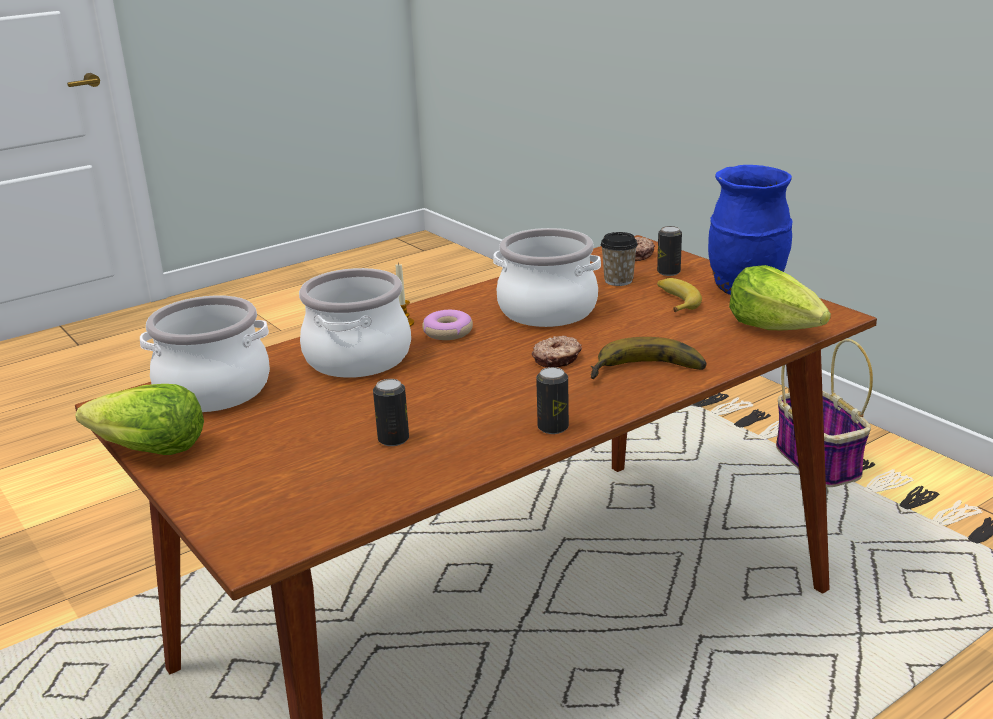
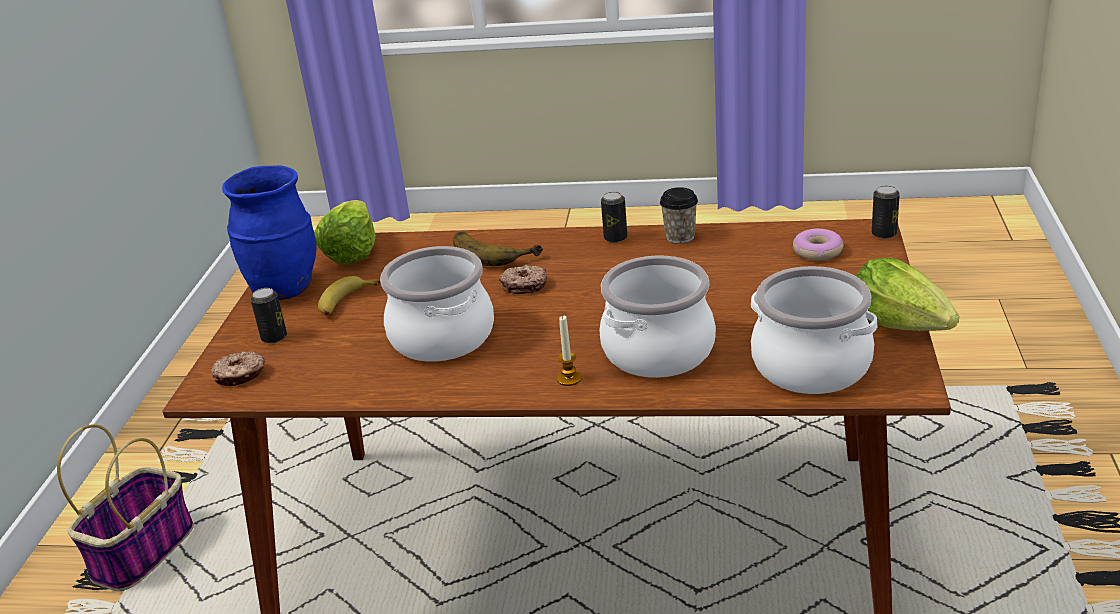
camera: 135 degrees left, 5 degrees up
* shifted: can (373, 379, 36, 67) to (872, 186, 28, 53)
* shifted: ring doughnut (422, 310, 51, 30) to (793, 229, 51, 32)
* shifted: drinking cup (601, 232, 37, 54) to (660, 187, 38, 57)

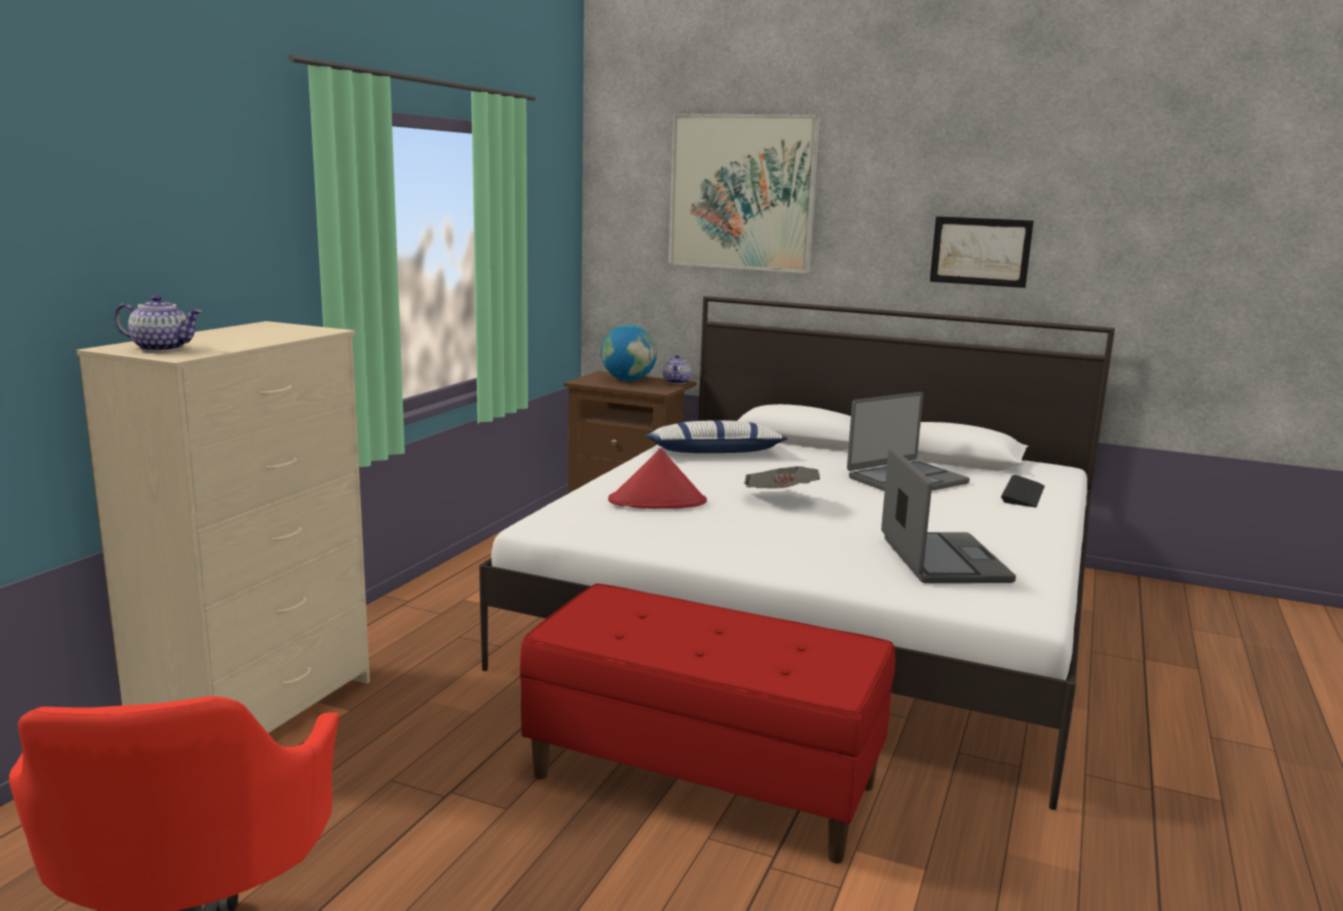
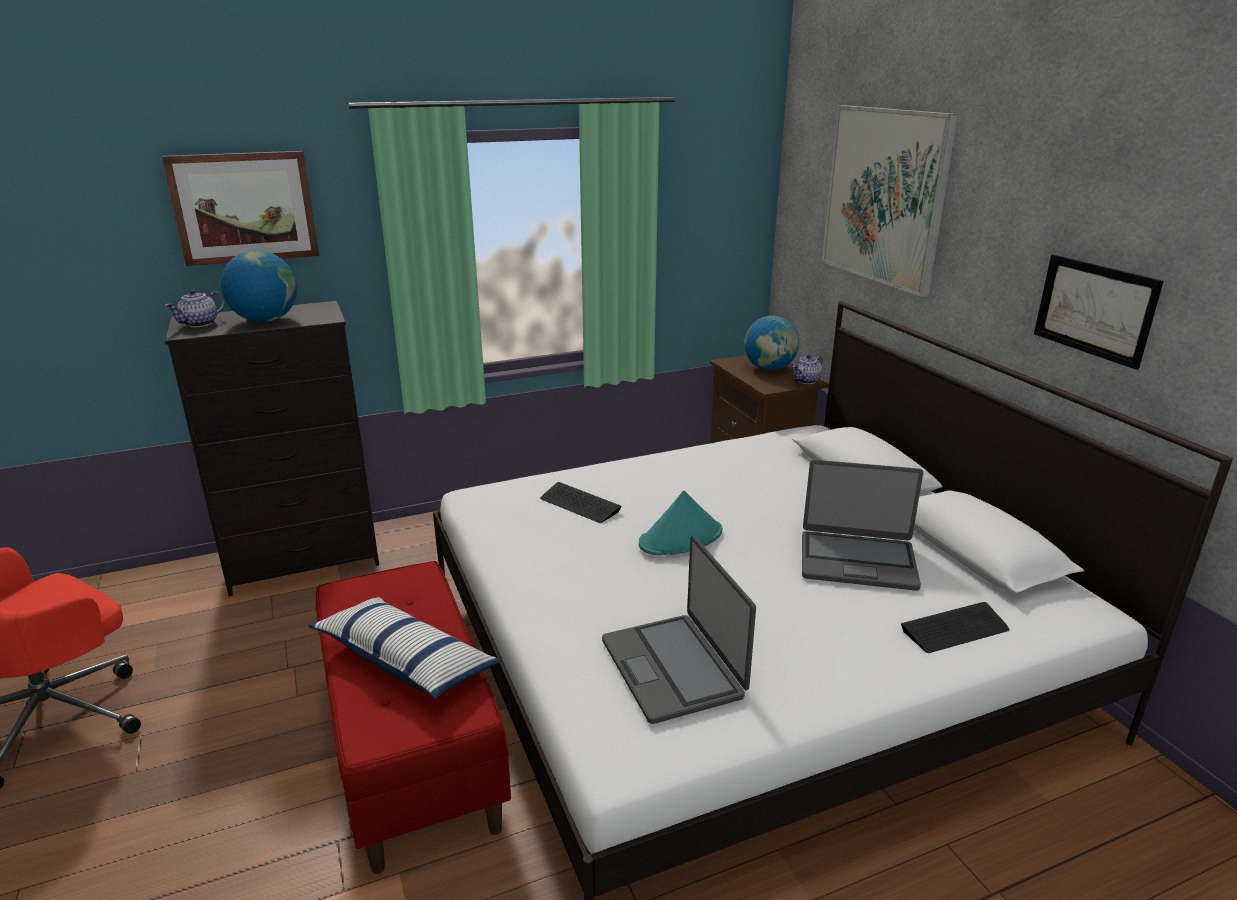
camera: 45 degrees right, 10 degrees up
* repainted: chest of drawers (beige-coloured) (76, 321, 294, 412) to chest of drawers (black-coloured) (165, 301, 214, 295)
* rotated: pot for tea (114, 295, 88, 57) = (165, 289, 60, 38) 75 degrees clockwise
* swapped: hat (reddish) (608, 448, 99, 61) to keyboard (540, 482, 82, 41)
* shifted: throw pillow (646, 420, 142, 33) to (308, 597, 193, 102)
* swapped: newspaper (744, 466, 77, 23) to hat (turquoise-coloured) (639, 491, 83, 64)
* rotated: notebook computer (881, 447, 135, 136) = (602, 535, 154, 189) 120 degrees clockwise
* new: wall picture (162, 151, 157, 115)
* new: world globe (221, 250, 76, 72)

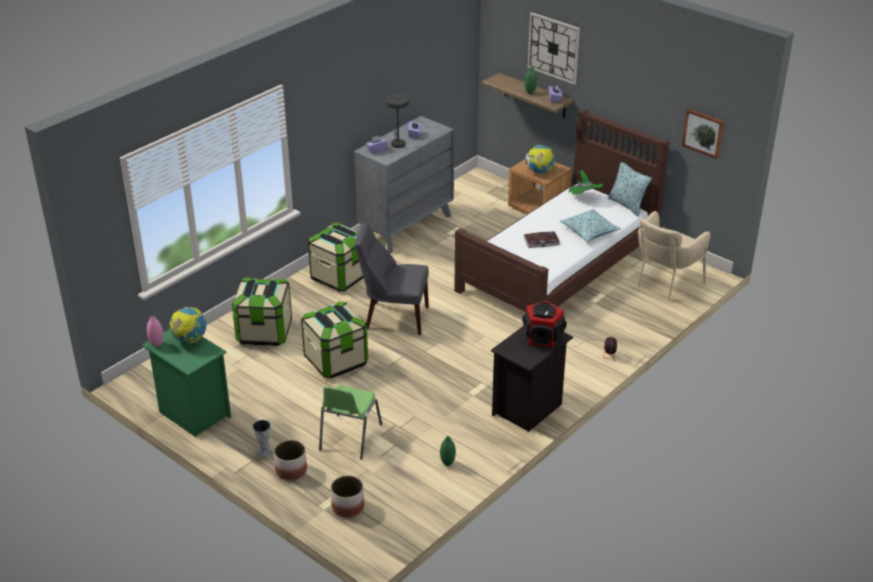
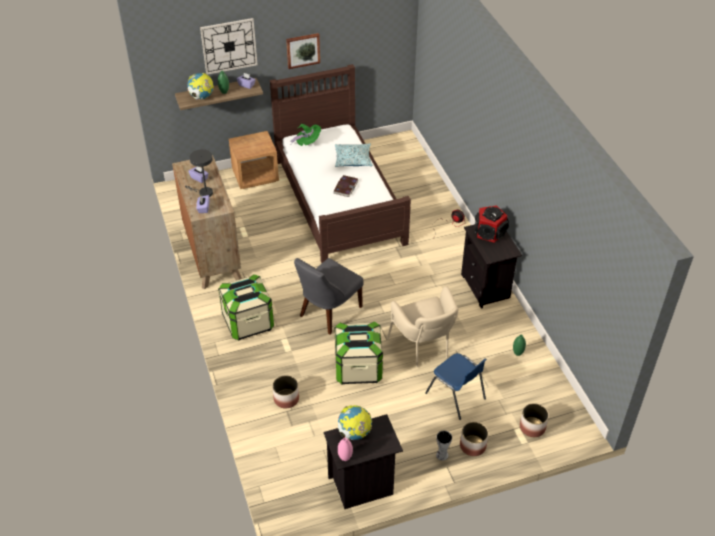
camera: 60 degrees left, 10 degrees up
* repainted: night table (greenish) (142, 329, 89, 107) to night table (black-coloured) (324, 414, 79, 95)
* swapped: storage container (232, 277, 60, 69) to flower pot (273, 375, 26, 34)
* repainted: plain chair (greenish) (319, 385, 63, 75) to plain chair (blue) (425, 353, 62, 67)
* repainted: chest of drawers (greyish) (354, 116, 100, 137) to chest of drawers (brown) (172, 155, 70, 135)
* shifted: world globe (525, 145, 30, 29) to (187, 73, 27, 27)
* gone: throw pillow (608, 162, 44, 54)
* shifted: easy chair (beige-coloured) (638, 211, 72, 89) to (387, 286, 72, 81)
* shifted: wall picture (682, 109, 42, 50) to (286, 33, 34, 36)

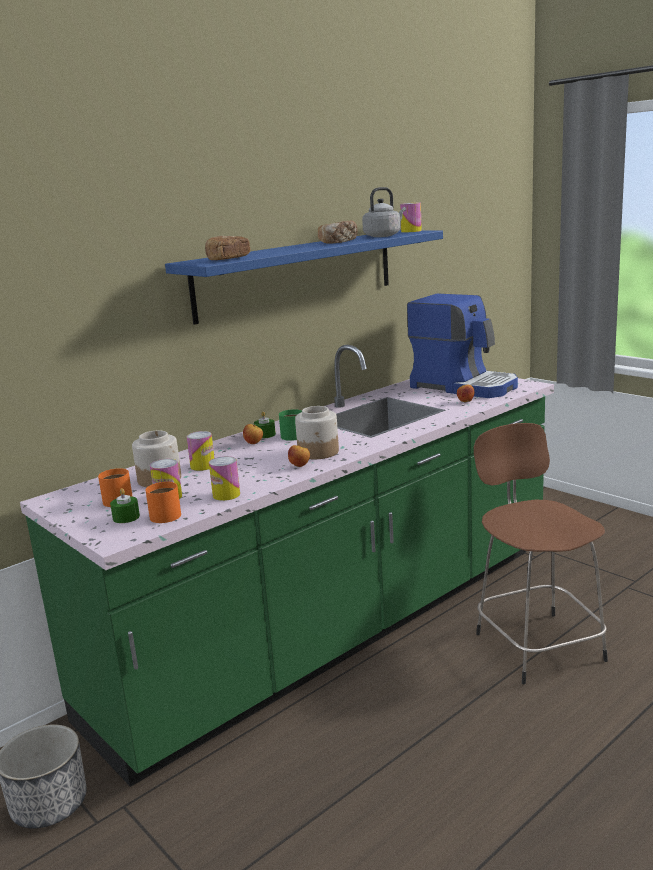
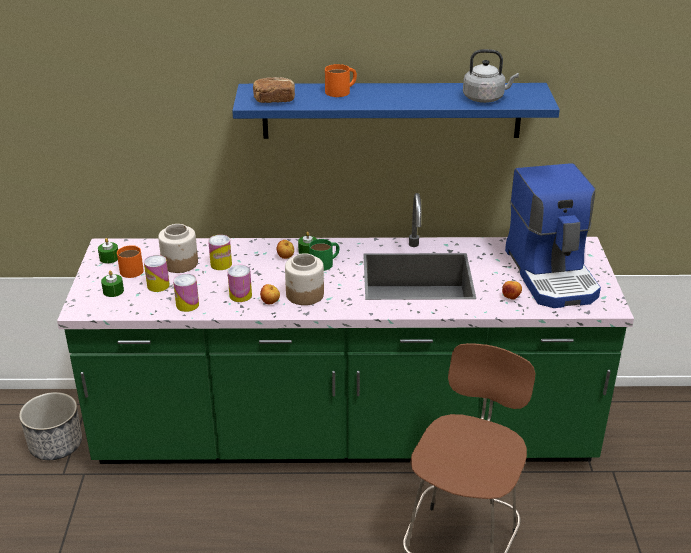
camera: 40 degrees right, 15 degrees up
* shifted: tea mug (orangey) (145, 482, 36, 41) to (325, 64, 32, 33)
* gone: bakery bread (318, 220, 40, 24)
* shifted: can (400, 203, 22, 29) to (228, 265, 24, 37)
* new: candle (greenish) (98, 238, 20, 25)

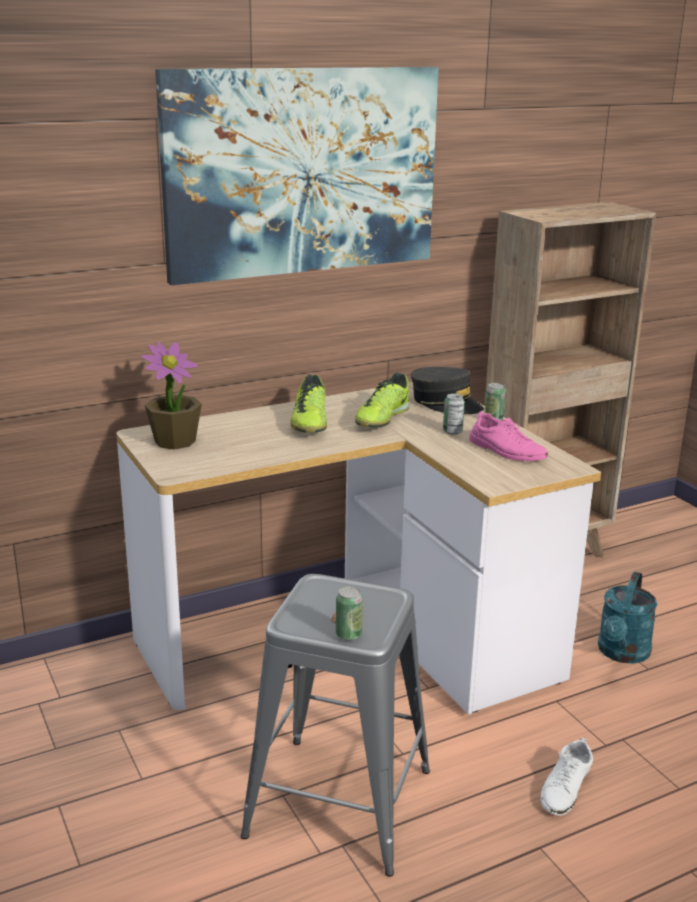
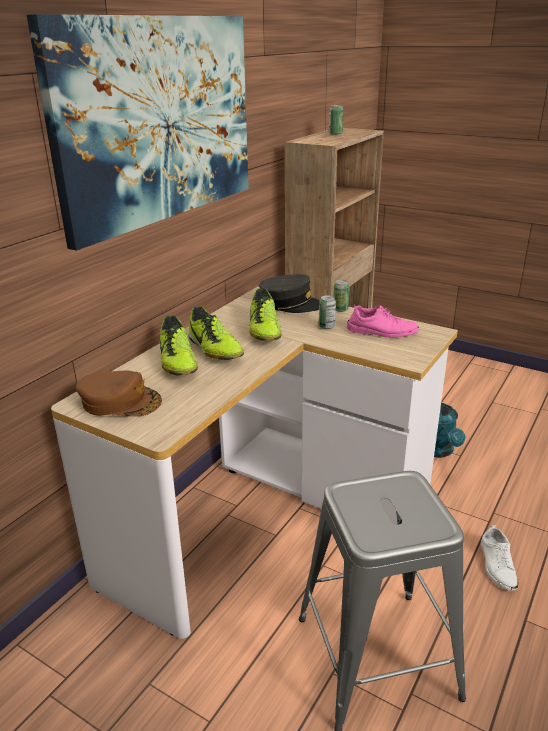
camera: 30 degrees left, 5 degrees up
* swapped: potted plant (142, 342, 60, 107) to peaked cap (brown) (76, 370, 86, 47)
* shifted: can (336, 586, 27, 55) to (329, 105, 14, 30)
* new: low shoe (160, 316, 38, 60)

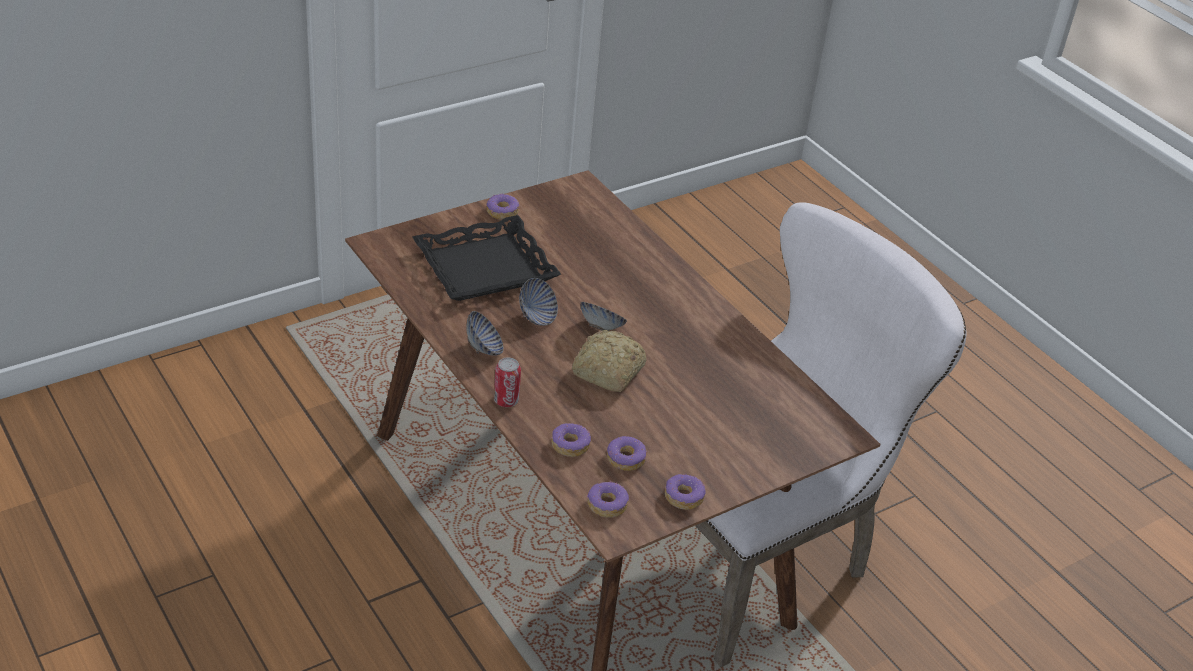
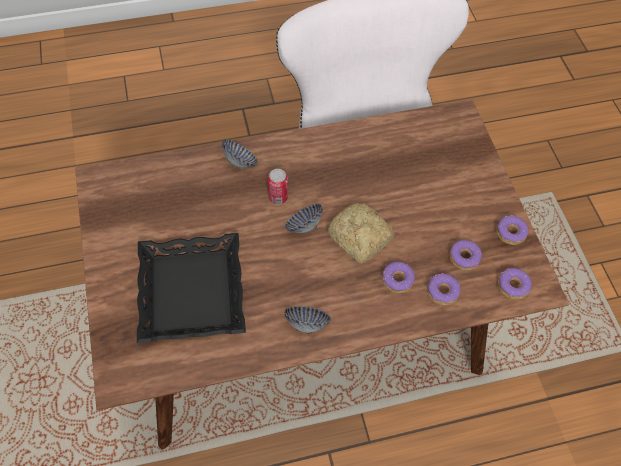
camera: 70 degrees left, 20 degrees up
* shifted: ring doughnut (486, 193, 33, 27) to (382, 262, 33, 31)
* shifted: can (494, 357, 27, 50) to (267, 169, 21, 36)
* shifted: bowl (519, 278, 39, 48) to (222, 139, 36, 30)

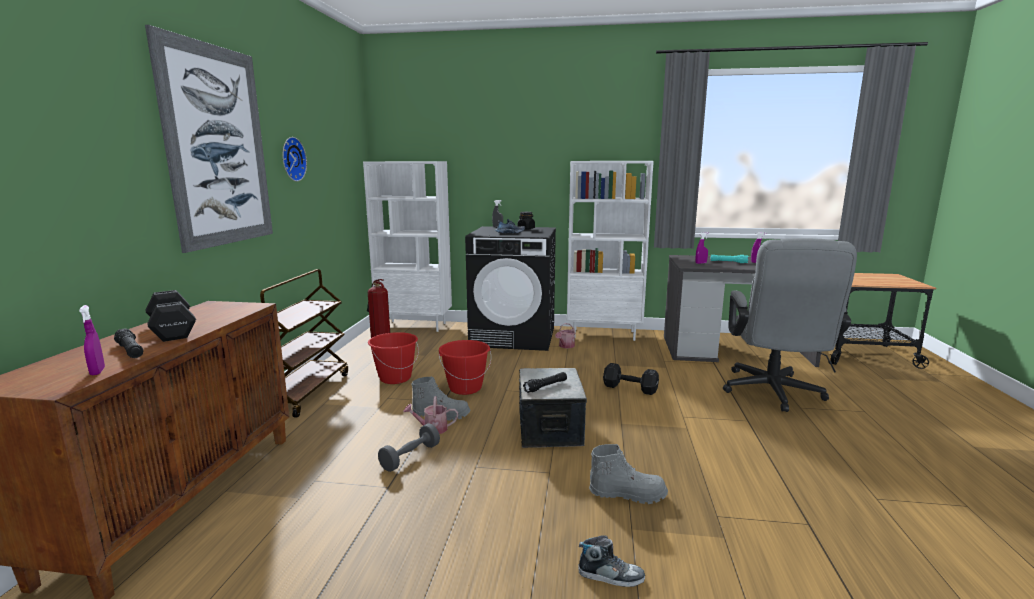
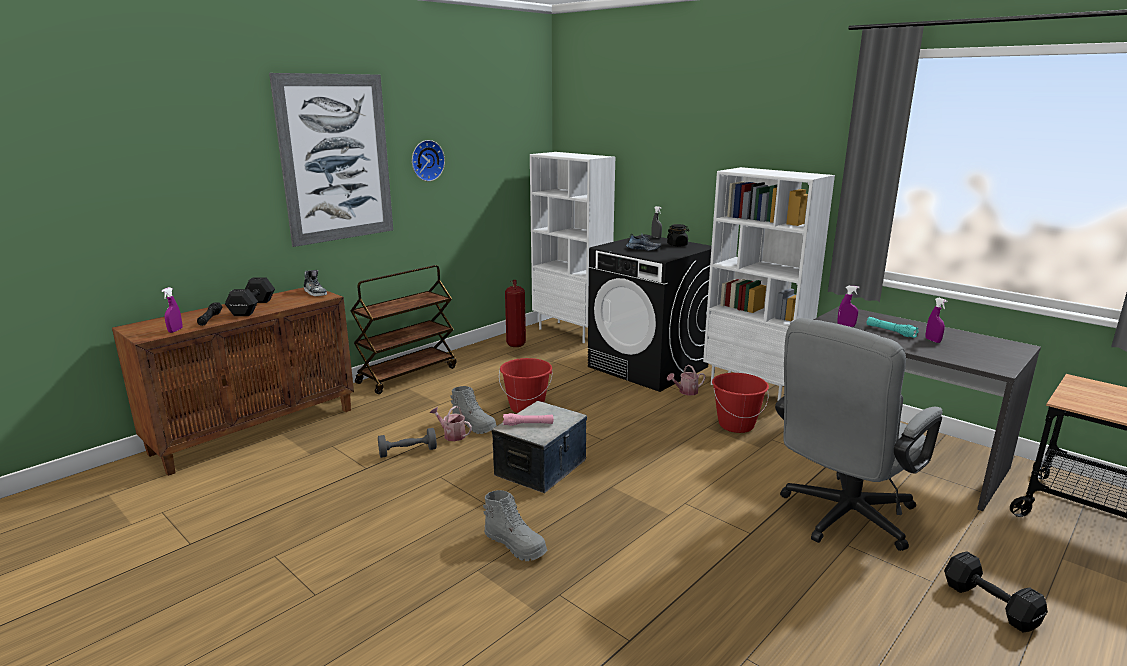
camera: 35 degrees right, 5 degrees up
* shifted: water bucket (reddish) (368, 332, 51, 52) to (712, 373, 57, 60)
* repainted: hand torch (black-coloured) (523, 372, 44, 21) to hand torch (pink-coloured) (503, 413, 51, 13)
* shifted: low shoe (578, 535, 67, 52) to (304, 270, 23, 26)
* shifted: free weight (black-coloured) (603, 363, 56, 32) to (944, 551, 104, 81)

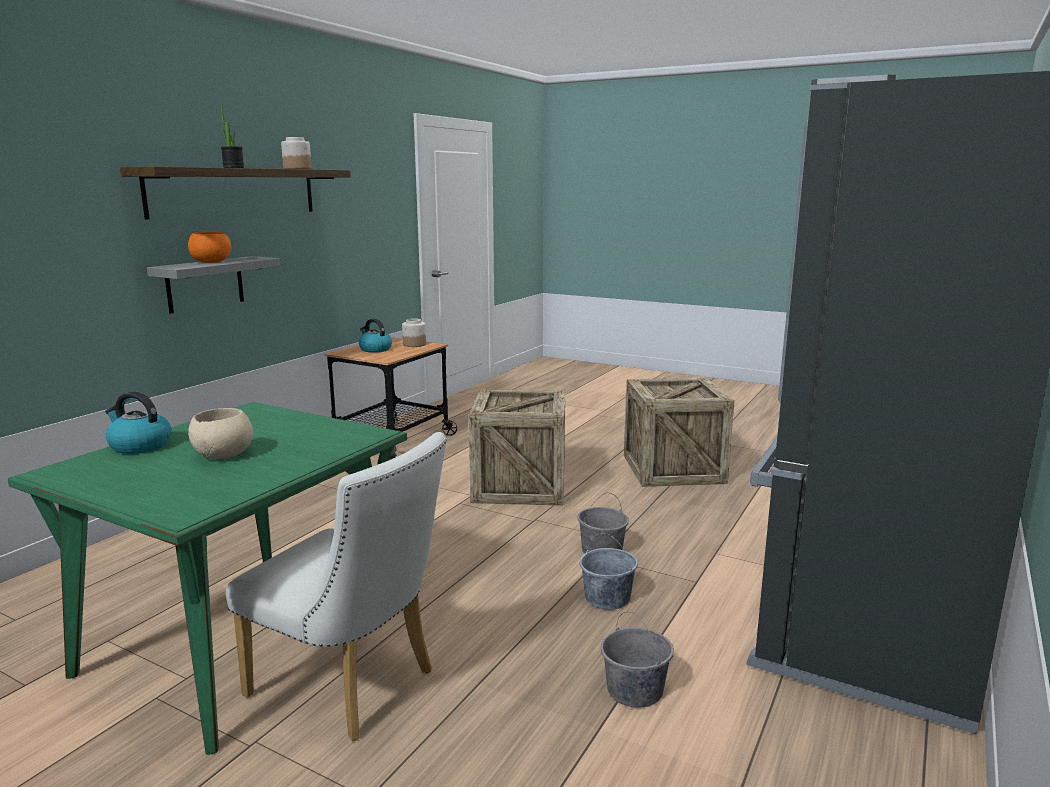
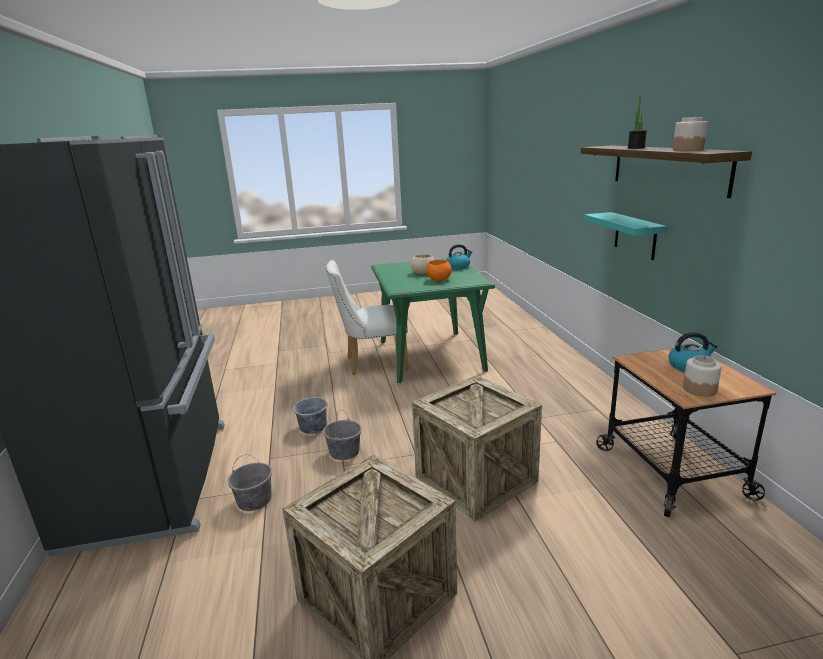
camera: 140 degrees right, 5 degrees up
* repainted: shelf (greyish) (147, 256, 133, 58) to shelf (turquoise-coloured) (584, 212, 83, 48)
* shifted: bowl (orangey) (188, 232, 43, 31) to (426, 260, 26, 21)
* shifted: water bucket (greyish) (601, 612, 73, 95) to (228, 454, 44, 57)

